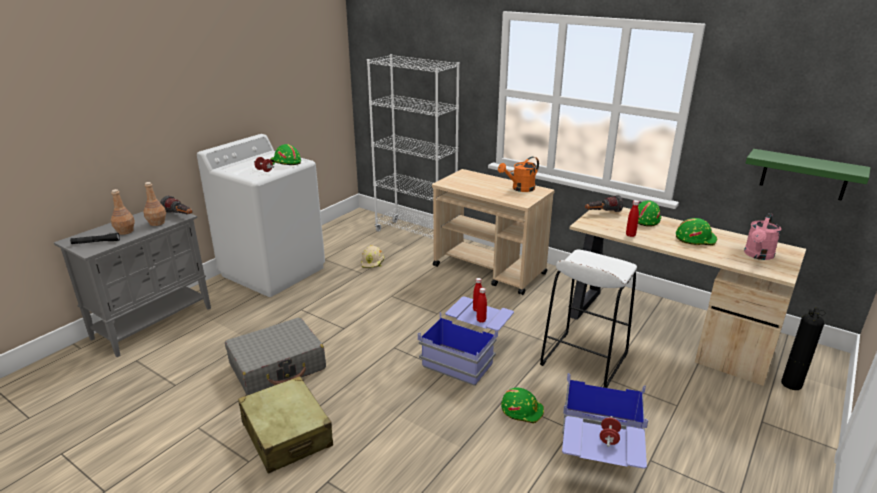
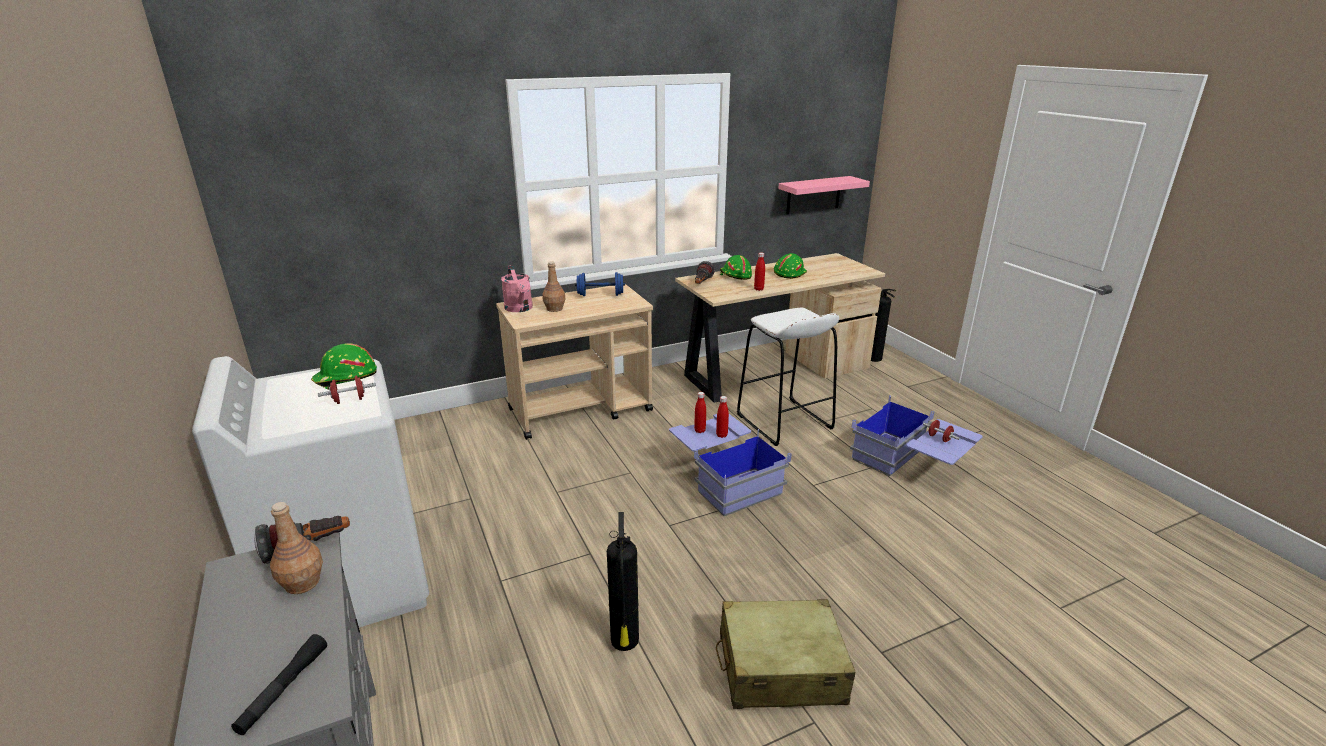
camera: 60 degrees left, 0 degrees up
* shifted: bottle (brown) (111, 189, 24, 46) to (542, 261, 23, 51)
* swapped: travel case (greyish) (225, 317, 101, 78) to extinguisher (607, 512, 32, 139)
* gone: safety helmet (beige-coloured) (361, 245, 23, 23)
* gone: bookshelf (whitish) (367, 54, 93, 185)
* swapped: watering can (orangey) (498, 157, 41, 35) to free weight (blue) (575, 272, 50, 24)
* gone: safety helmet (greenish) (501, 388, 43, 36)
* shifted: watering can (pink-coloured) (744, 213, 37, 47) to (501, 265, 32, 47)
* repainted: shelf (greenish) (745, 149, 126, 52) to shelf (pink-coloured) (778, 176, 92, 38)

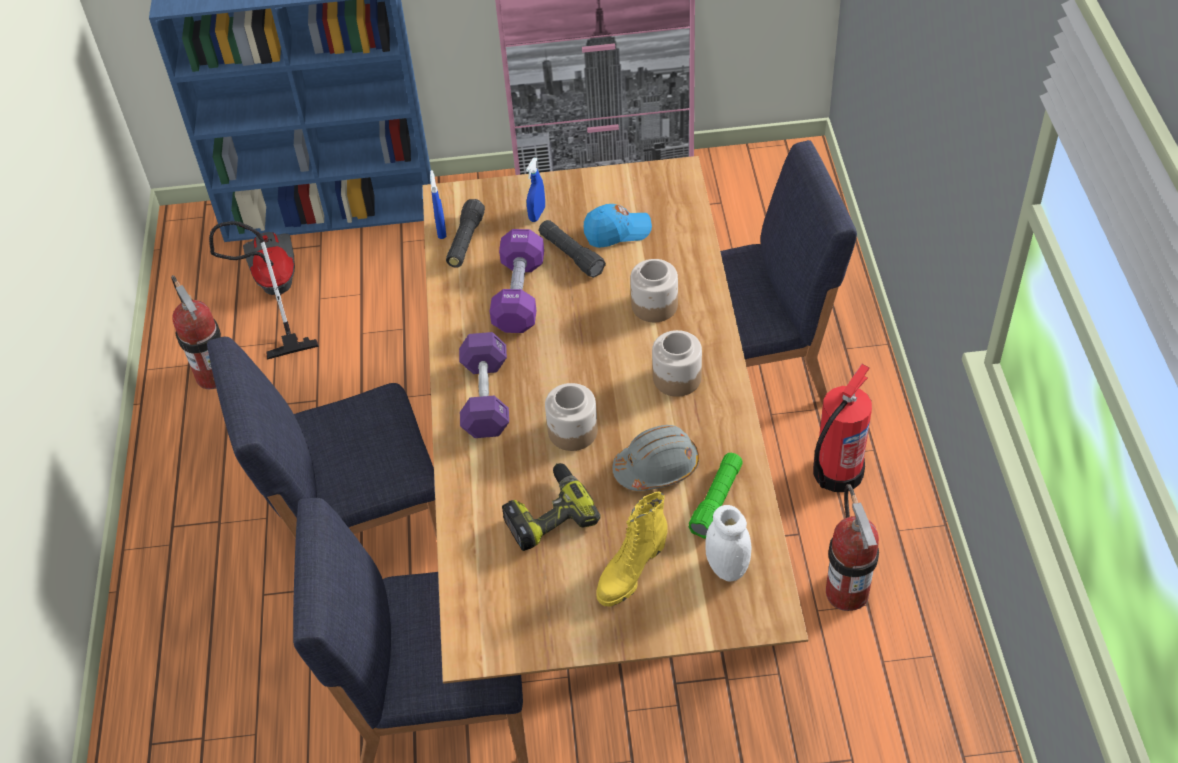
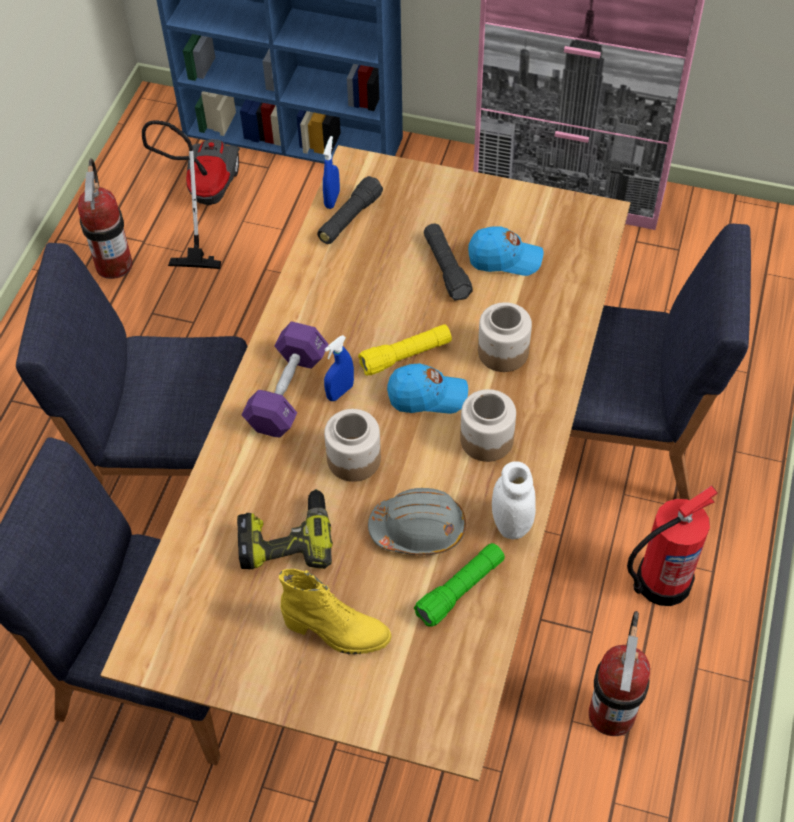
camera: 20 degrees right, 5 degrees up
* gone: free weight (purplish) (490, 229, 54, 104)
* shifted: sprayer (blue) (526, 158, 19, 64) to (324, 335, 30, 66)
* rotated: high-top boot (yellow-coloured) (596, 491, 72, 116) = (279, 569, 112, 85) 135 degrees counterclockwise
* shifted: preserve jar (whitish) (706, 505, 45, 76) to (492, 461, 44, 79)
* new: hand torch (yellow-coloured) (358, 324, 94, 52)
* new: peaked cap (blue) (387, 363, 81, 51)

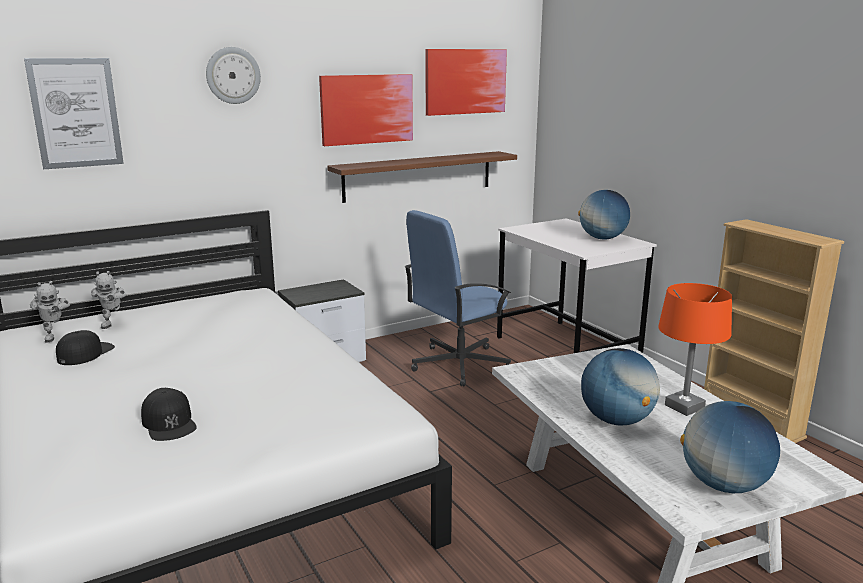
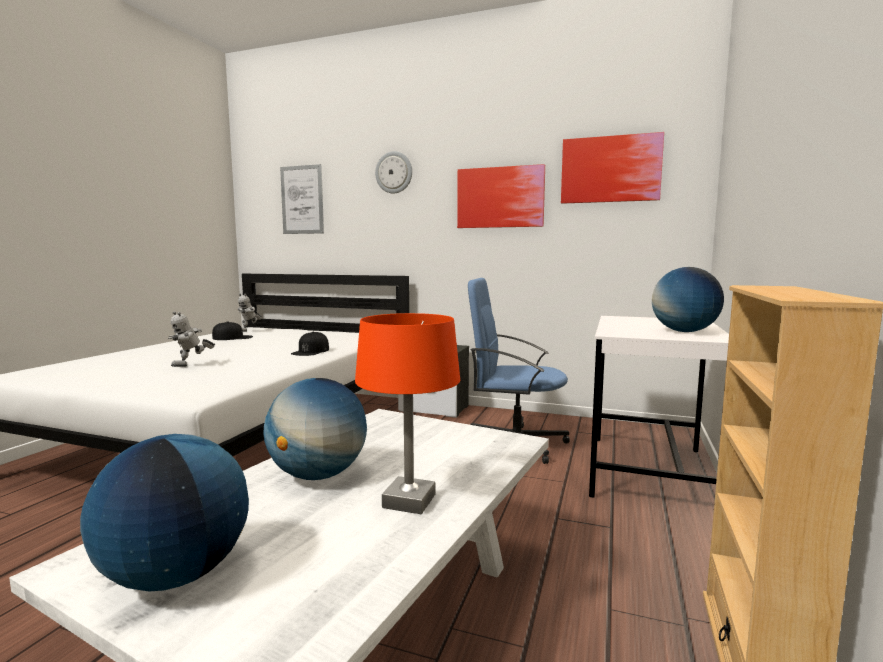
camera: 50 degrees right, 10 degrees down
* shifted: model robot (91, 271, 35, 58) to (168, 311, 47, 56)
* shifted: peaked cap (black-coloured) (141, 388, 56, 53) to (291, 332, 38, 24)
* gone: shelf (327, 151, 190, 52)

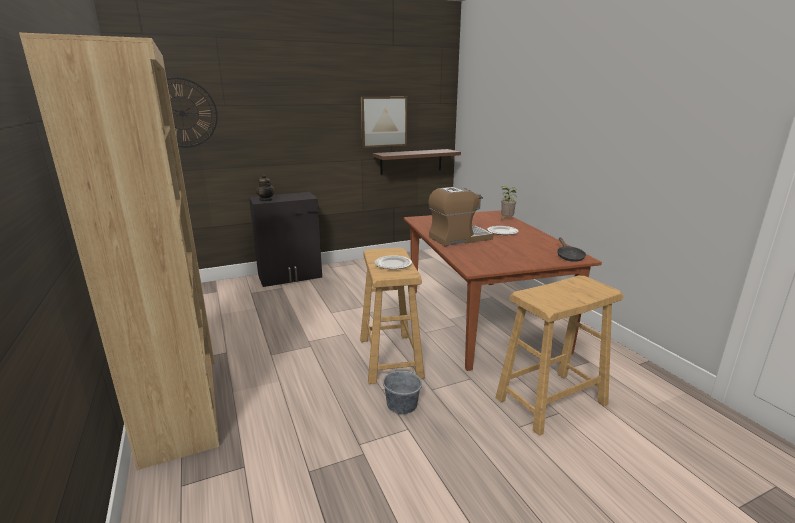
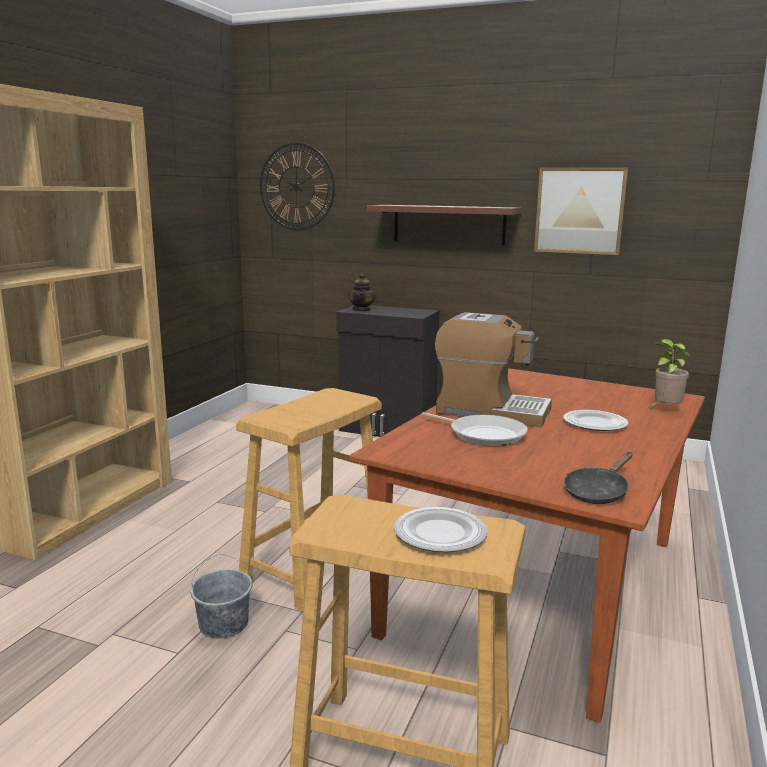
camera: 45 degrees right, 5 degrees down
* shifted: shelf (brown) (373, 149, 88, 26) to (367, 205, 154, 40)
* shifted: dinner plate (374, 255, 38, 14) to (394, 507, 94, 45)
* new: frying pan (421, 412, 107, 34)

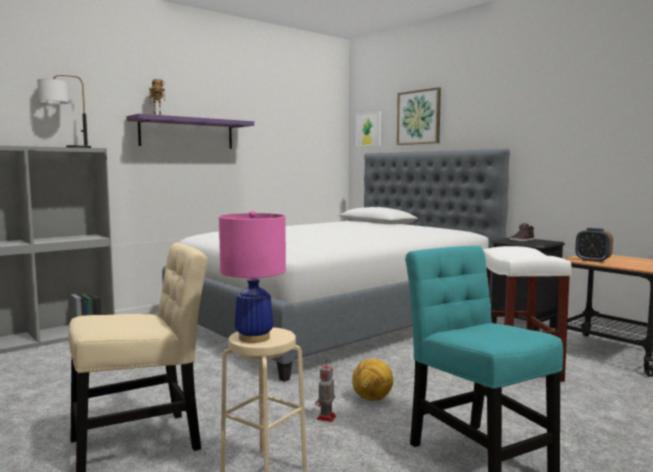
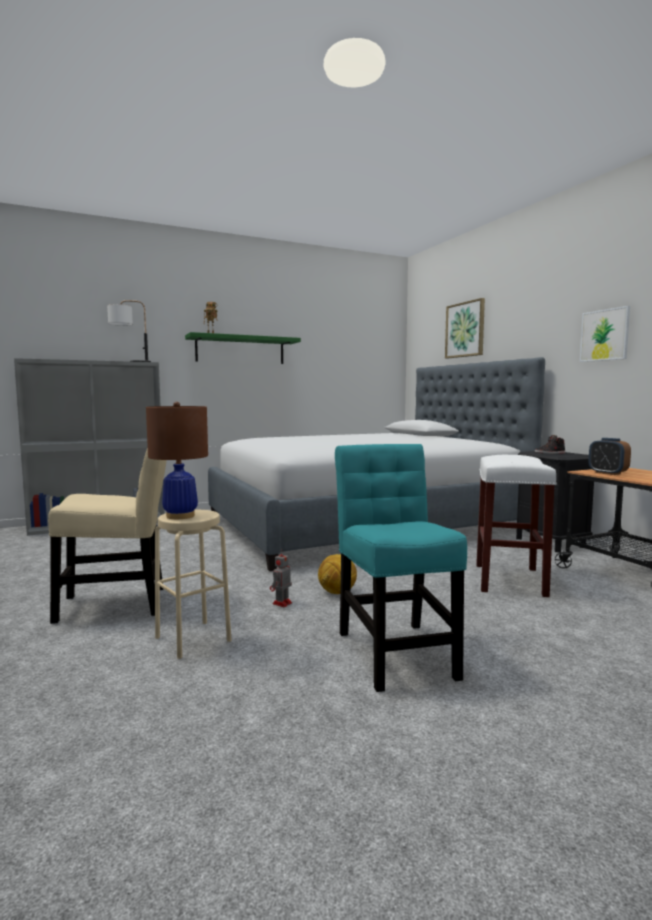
camera: 15 degrees right, 0 degrees up
* repainted: shelf (purplish) (127, 114, 127, 35) to shelf (greenish) (185, 332, 116, 32)
* repainted: table lamp (pink-coloured) (219, 210, 67, 133) to table lamp (brown) (146, 402, 62, 117)
* shifted: wall picture (356, 111, 25, 36) to (580, 306, 50, 56)

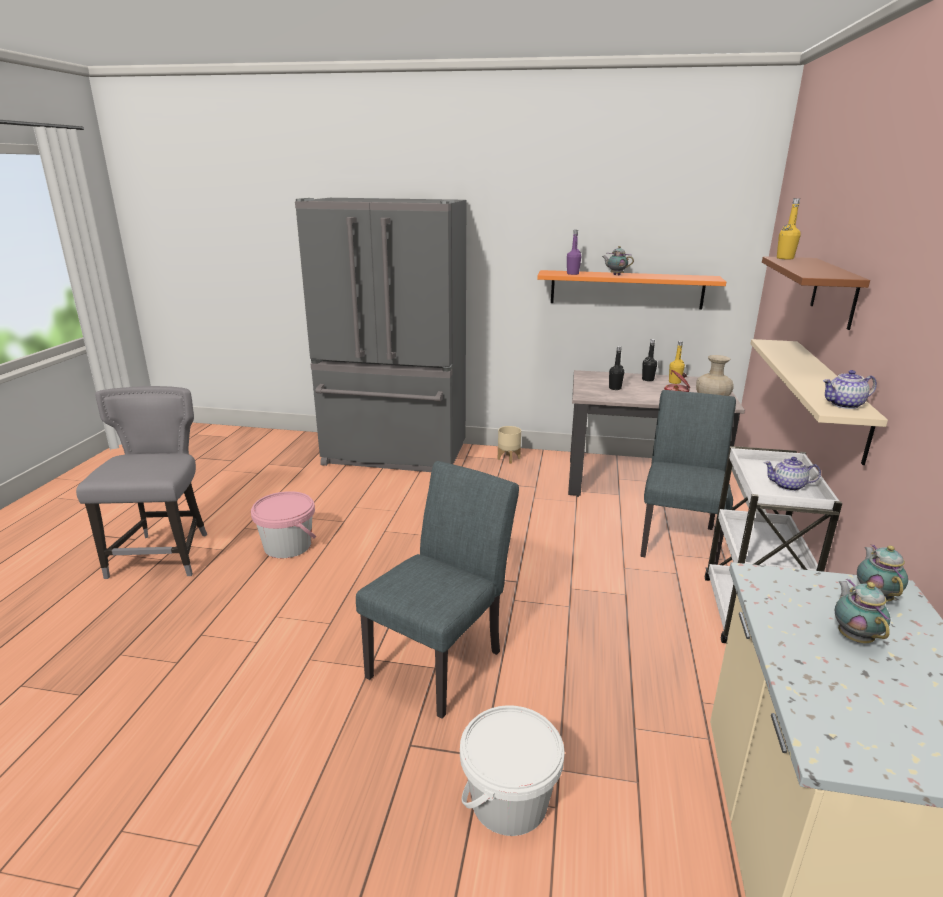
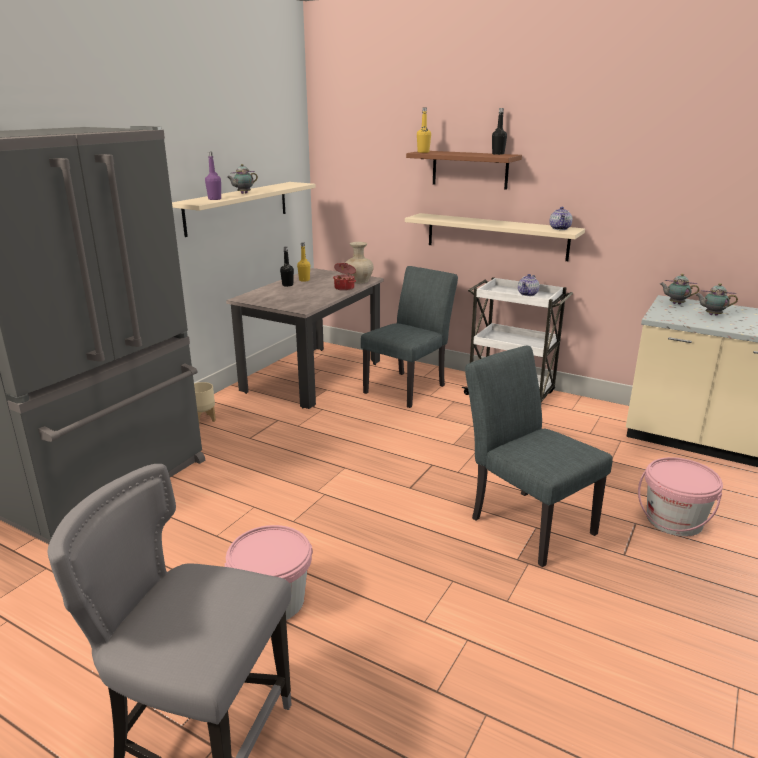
camera: 70 degrees left, 0 degrees up
* repainted: water bucket (whitish) (460, 705, 105, 131) to water bucket (pink-coloured) (638, 457, 85, 79)
* repainted: shelf (orangey) (537, 270, 189, 39) to shelf (beige-coloured) (172, 182, 144, 55)
* shifted: bottle (black-coloured) (609, 346, 15, 44) to (492, 108, 15, 47)
* rotated: plain chair (greyish) (640, 390, 96, 175) = (361, 266, 97, 142) 90 degrees clockwise

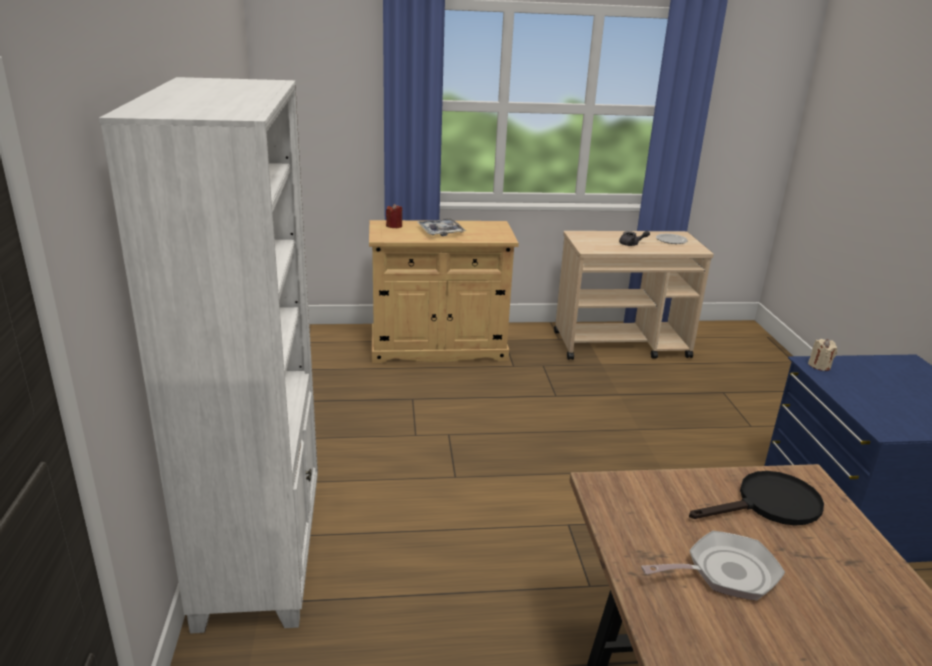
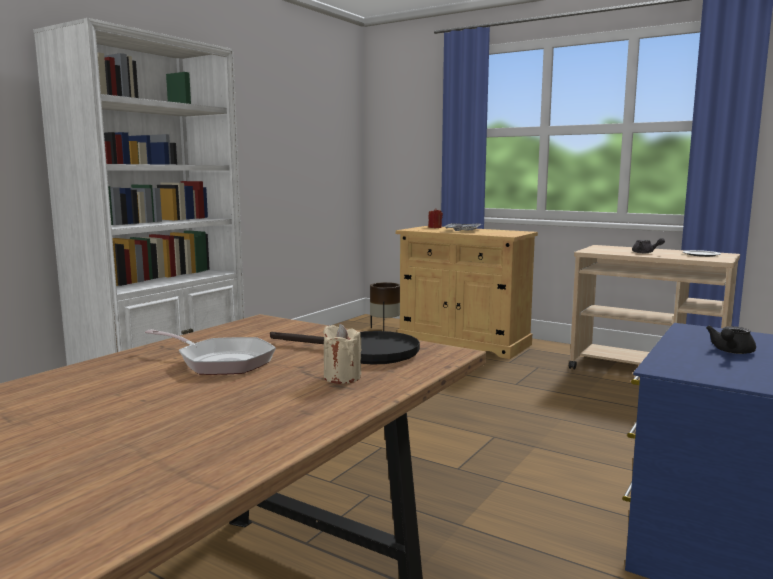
camera: 40 degrees right, 15 degrees down
* shifted: candle (beige-coloured) (808, 339, 29, 32) to (323, 324, 39, 60)
* new: flower pot (brown) (370, 282, 30, 49)
* new: pot for tea (black-coloured) (706, 326, 50, 28)

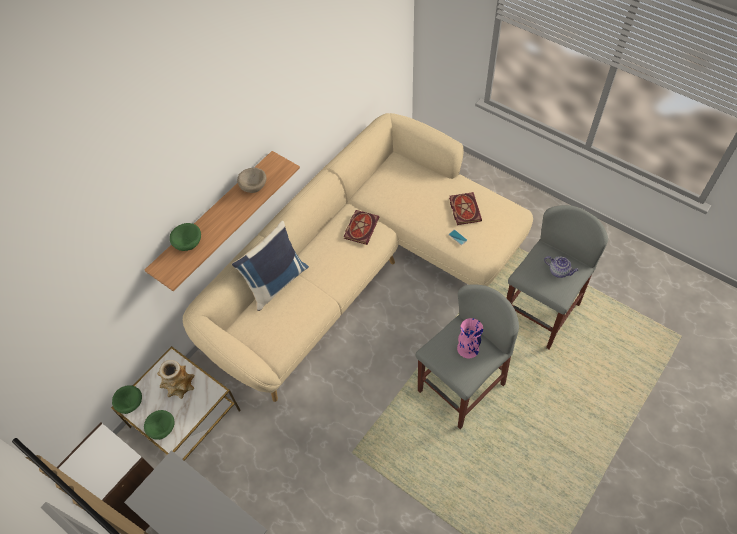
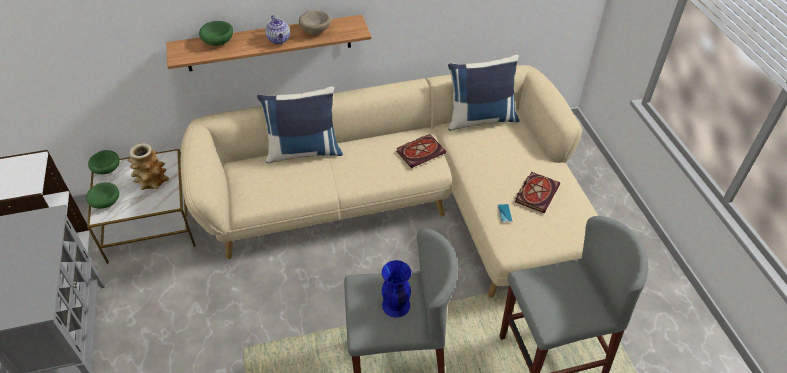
camera: 35 degrees right, 10 degrees down
* repainted: flower vase (pink-coloured) (457, 318, 26, 41) to flower vase (blue) (382, 260, 29, 58)
* shifted: pot for tea (544, 256, 35, 22) to (265, 15, 25, 29)
* new: throw pillow (blue) (448, 55, 72, 75)

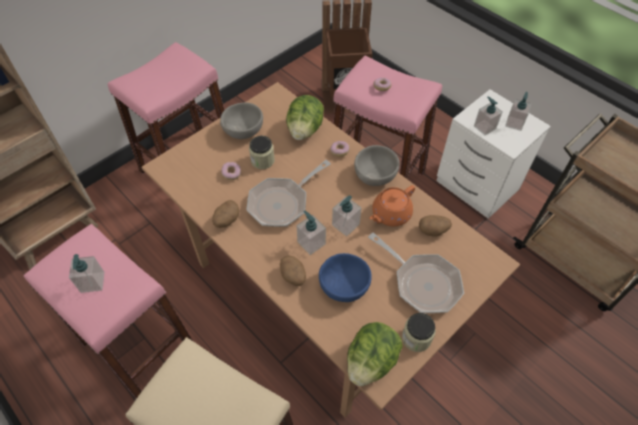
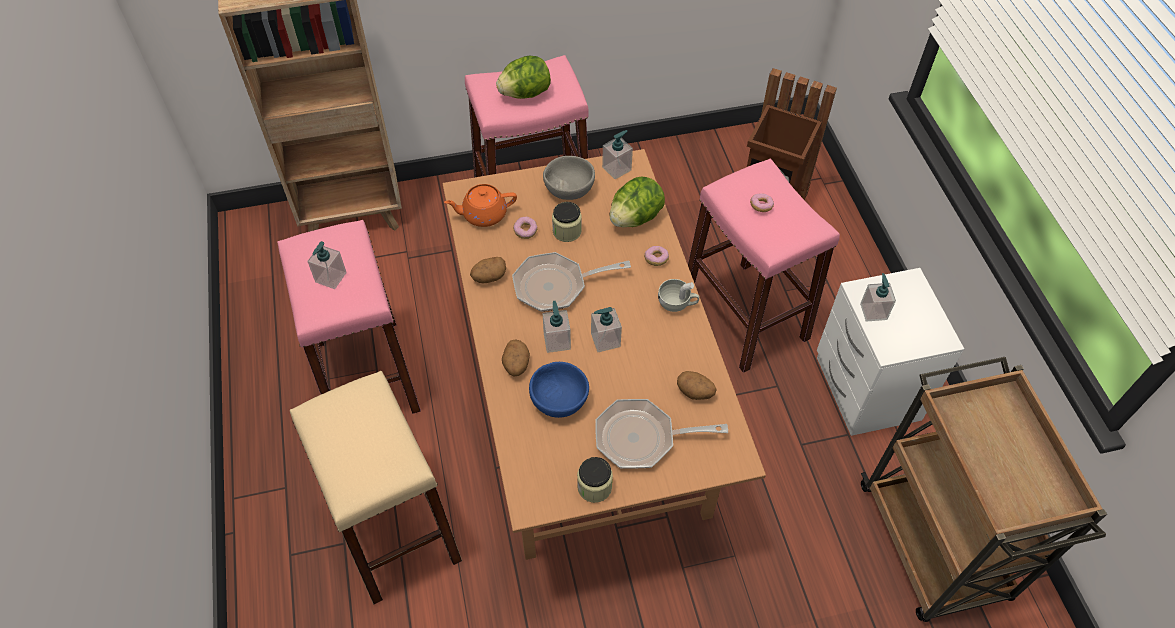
camera: 30 degrees right, 0 degrees up
* shifted: lettuce head (347, 322, 56, 64) to (496, 56, 55, 43)
* swapped: bowl (greyish) (354, 145, 46, 41) to drinking cup (whitish) (658, 279, 41, 33)
* rotated: frying pan (368, 232, 96, 81) = (596, 399, 132, 70) 105 degrees clockwise
* shifted: pot for tea (orangey) (369, 185, 46, 42) to (444, 184, 73, 43)
* shifted: liquid soap bottle (505, 92, 26, 39) to (602, 130, 31, 49)

